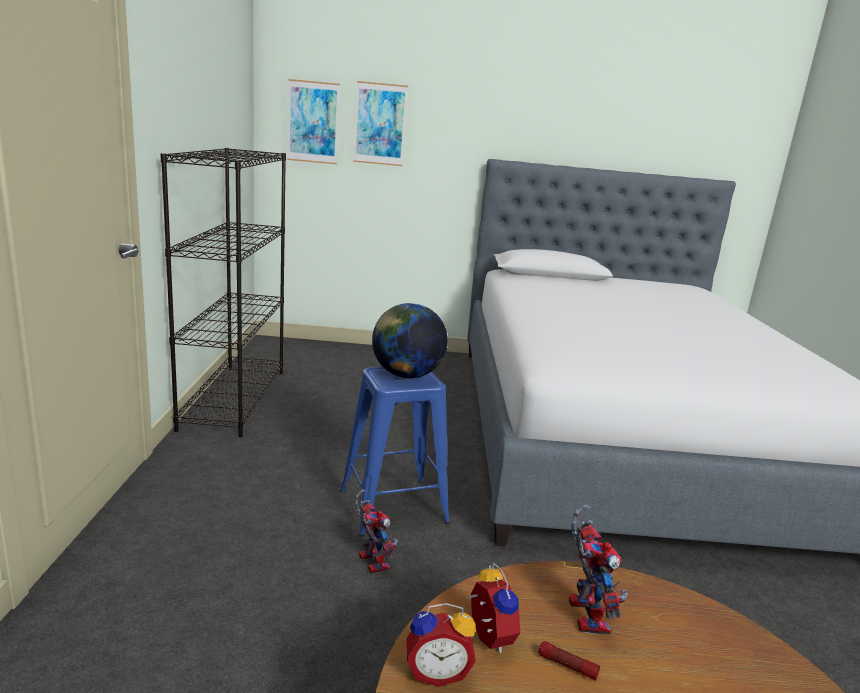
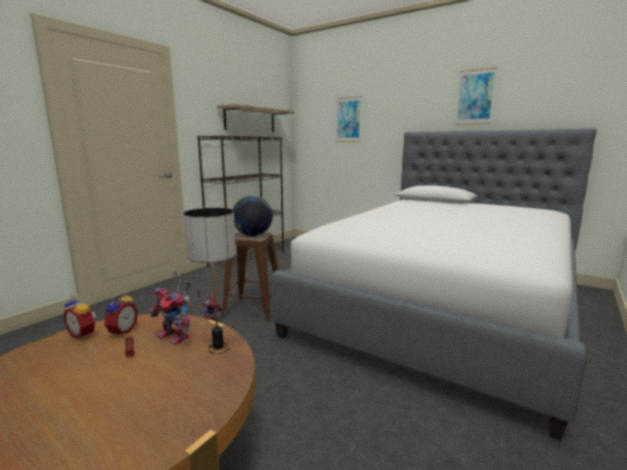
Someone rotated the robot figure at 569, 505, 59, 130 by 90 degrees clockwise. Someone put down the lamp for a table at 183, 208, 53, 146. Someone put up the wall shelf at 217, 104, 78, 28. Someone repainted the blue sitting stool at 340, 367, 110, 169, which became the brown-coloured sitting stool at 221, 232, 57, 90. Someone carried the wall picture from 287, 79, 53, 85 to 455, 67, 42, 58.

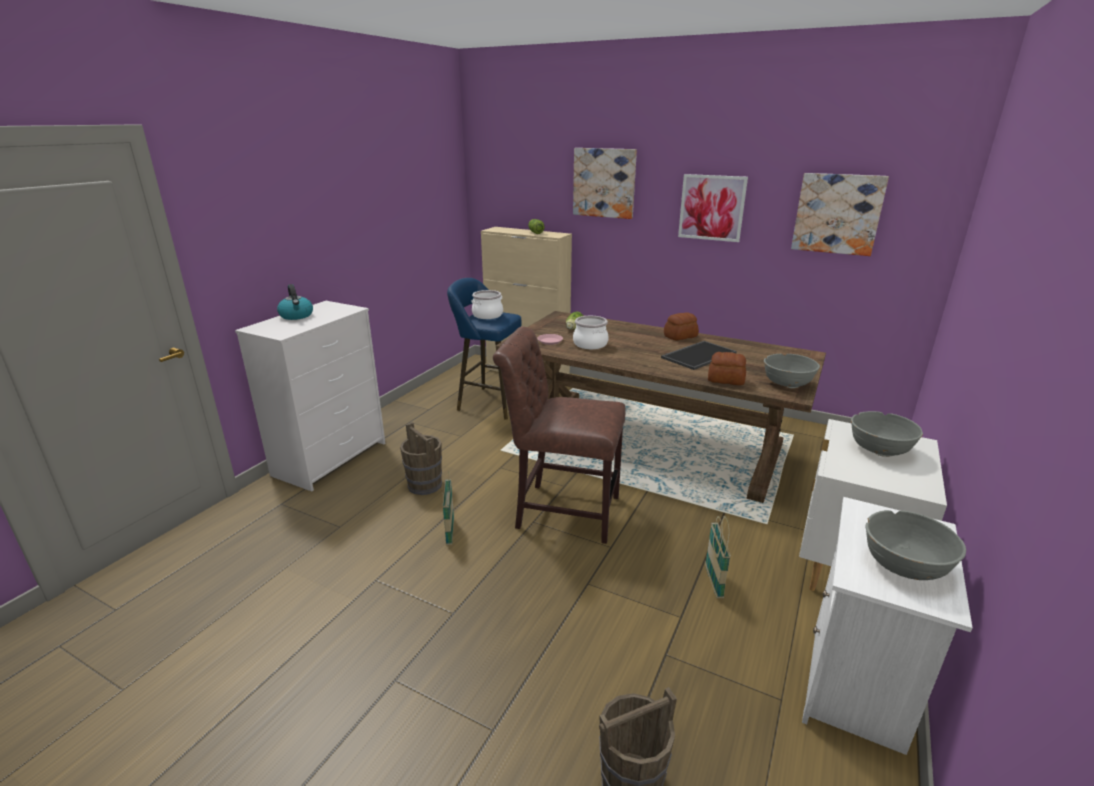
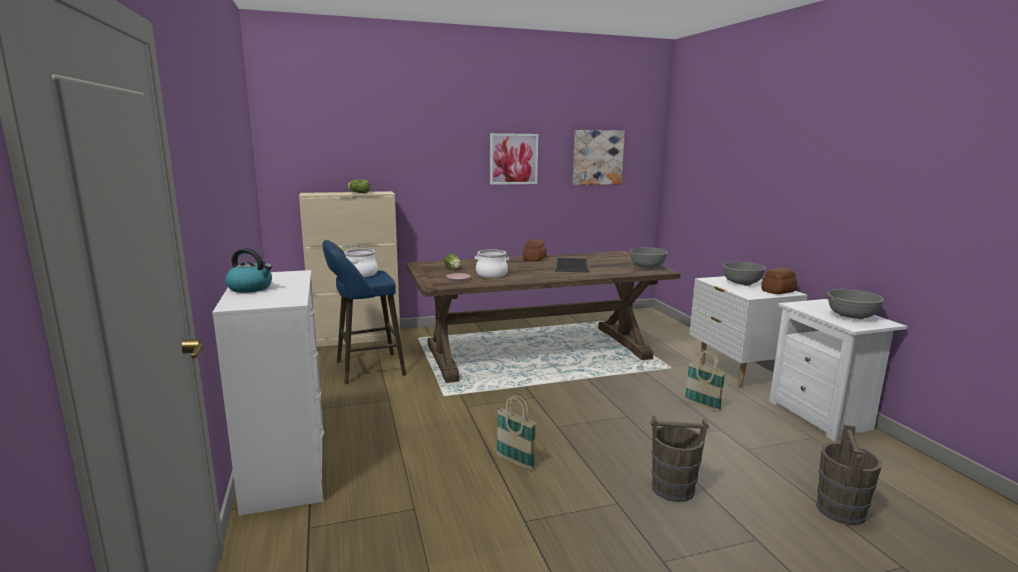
Someone carried the brown-coloured water bucket from 400, 422, 42, 73 to 651, 416, 58, 86. Someone carried the bread from 708, 352, 38, 33 to 761, 268, 37, 26. Someone took away the brown-coloured upright chair at 493, 327, 132, 217. Someone took away the wall picture at 573, 148, 64, 71.

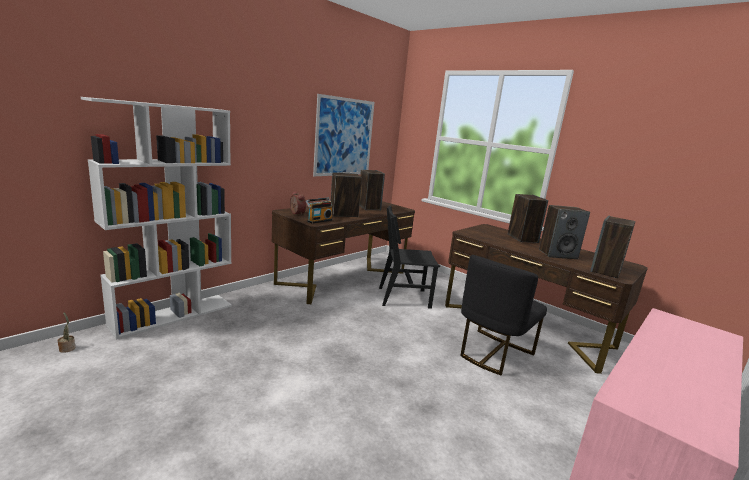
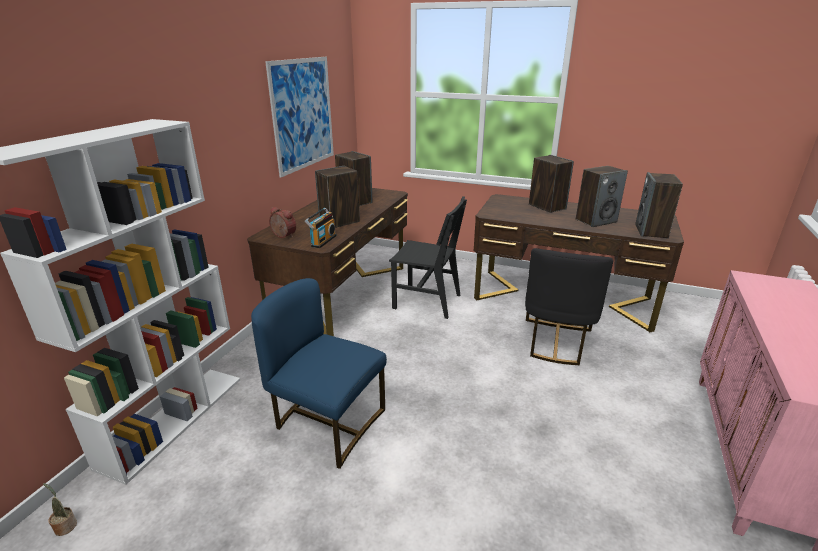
Someone put down the blue upright chair at 251, 278, 136, 191. Someone rotated the black upright chair at 379, 206, 61, 103 by 135 degrees counterclockwise.

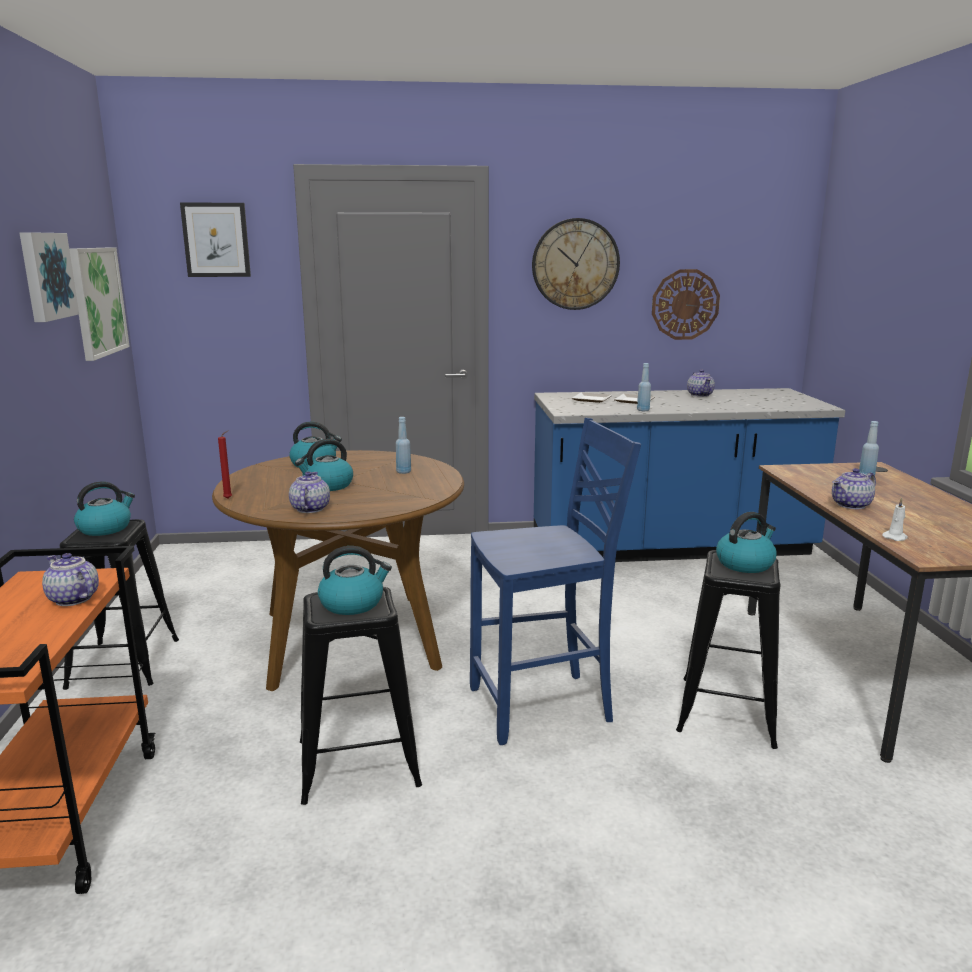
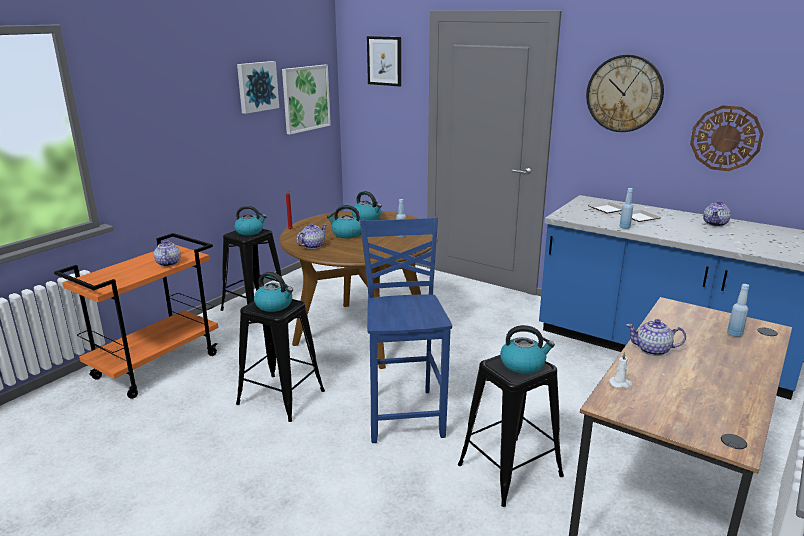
Someone rotated the blue upright chair at 470, 418, 171, 327 by 120 degrees counterclockwise.

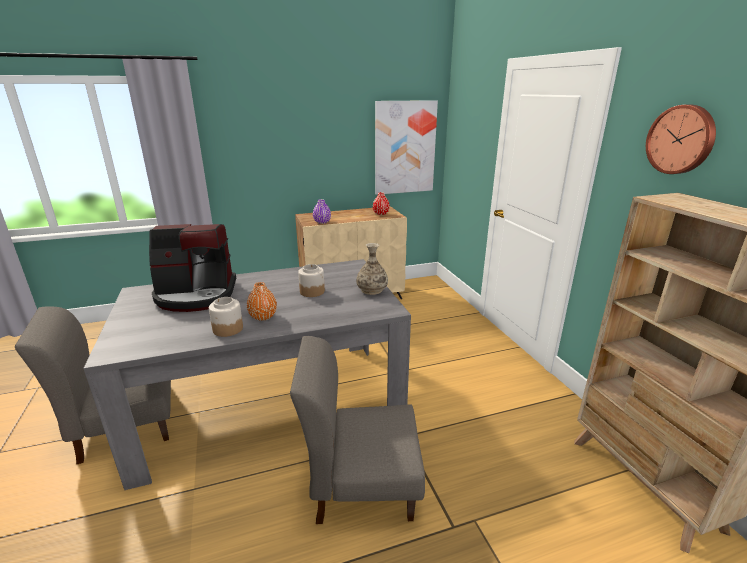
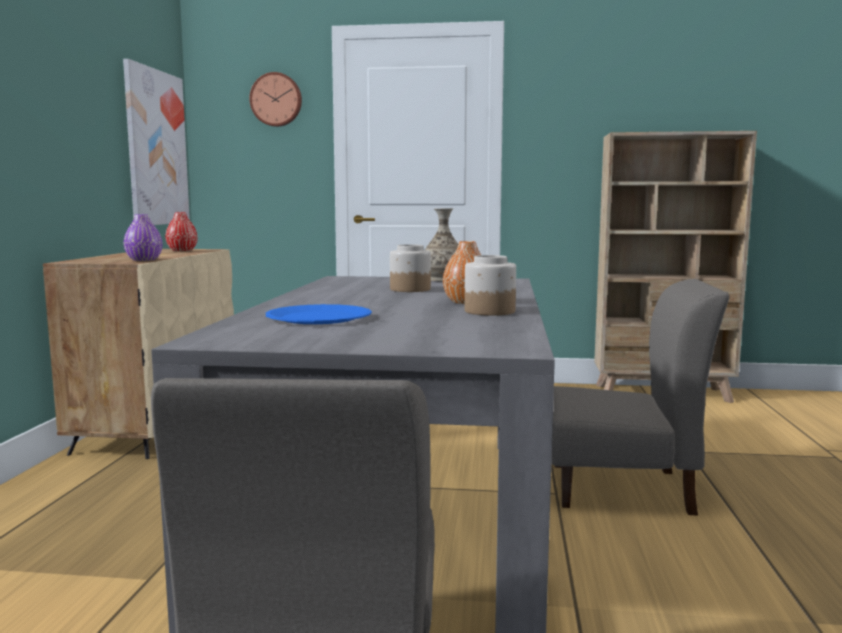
Someone carried the clock on the wall from 646, 105, 70, 69 to 249, 72, 53, 55. Someone swapped the coffee brewer at 149, 224, 87, 88 for the blue plate at 266, 304, 106, 20. Someone rotated the greyish upright chair at 290, 336, 135, 188 by 105 degrees counterclockwise.

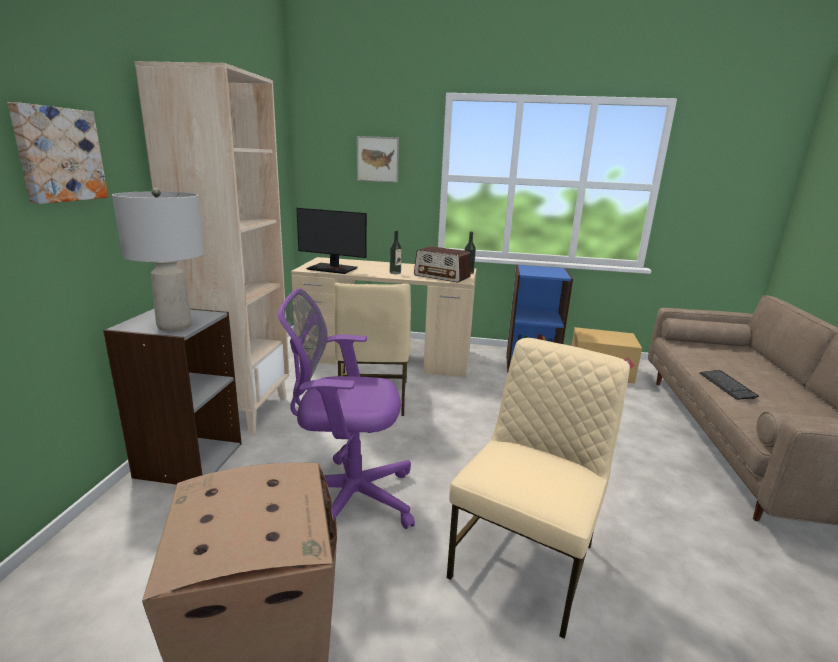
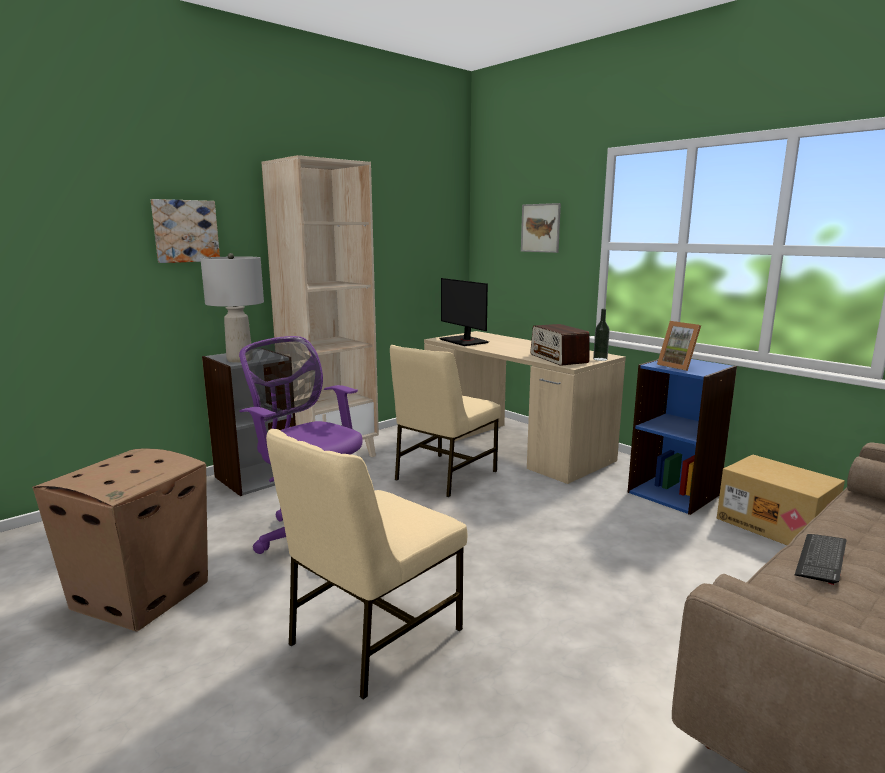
Someone rotated the beige upright chair at 447, 338, 183, 301 by 150 degrees clockwise. Someone put down the standing frame at 657, 321, 44, 50. Someone took away the bottle at 390, 230, 12, 44.

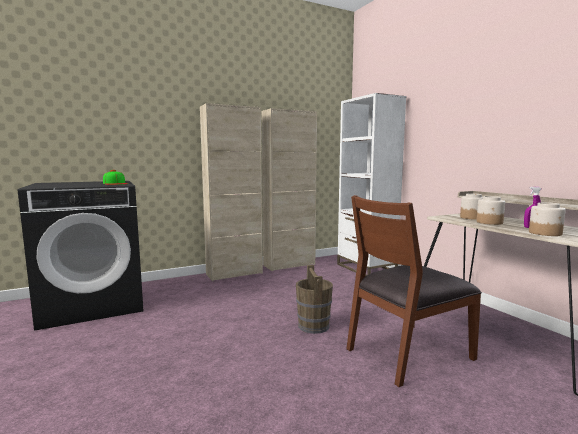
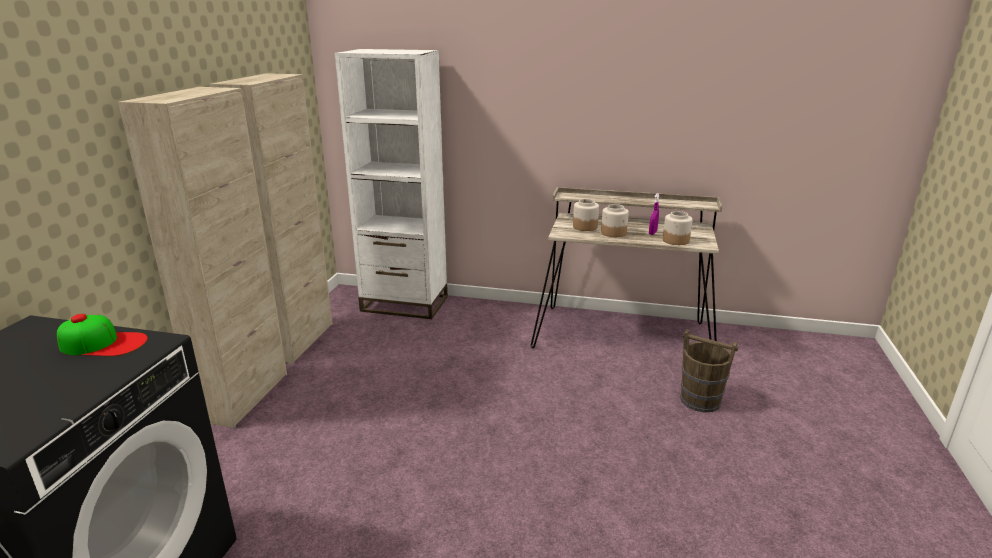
Someone carried the brown-coloured water bucket from 296, 265, 37, 69 to 680, 329, 58, 84. Someone took away the brown-coloured upright chair at 346, 195, 136, 192.

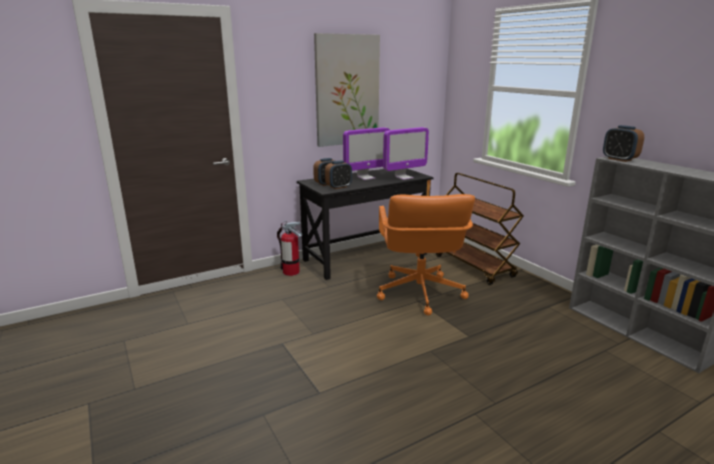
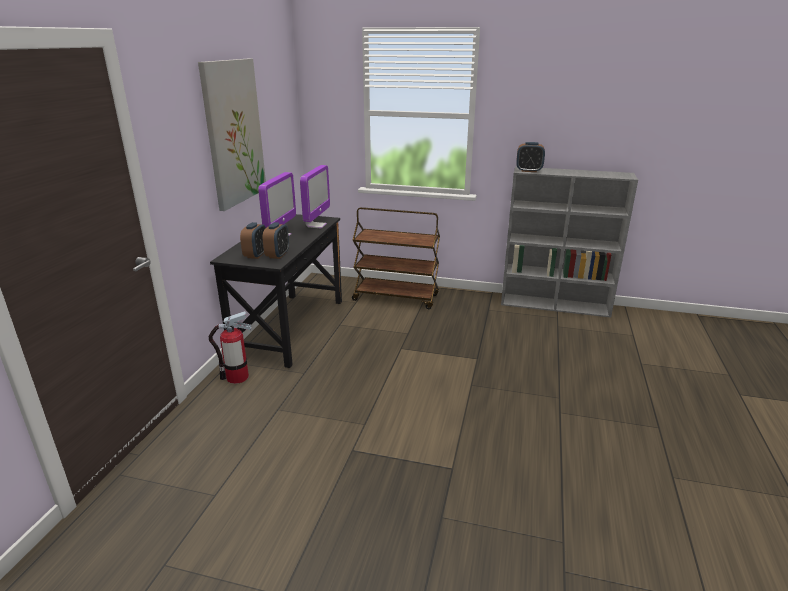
Someone took away the orange desk chair at 377, 194, 98, 121.

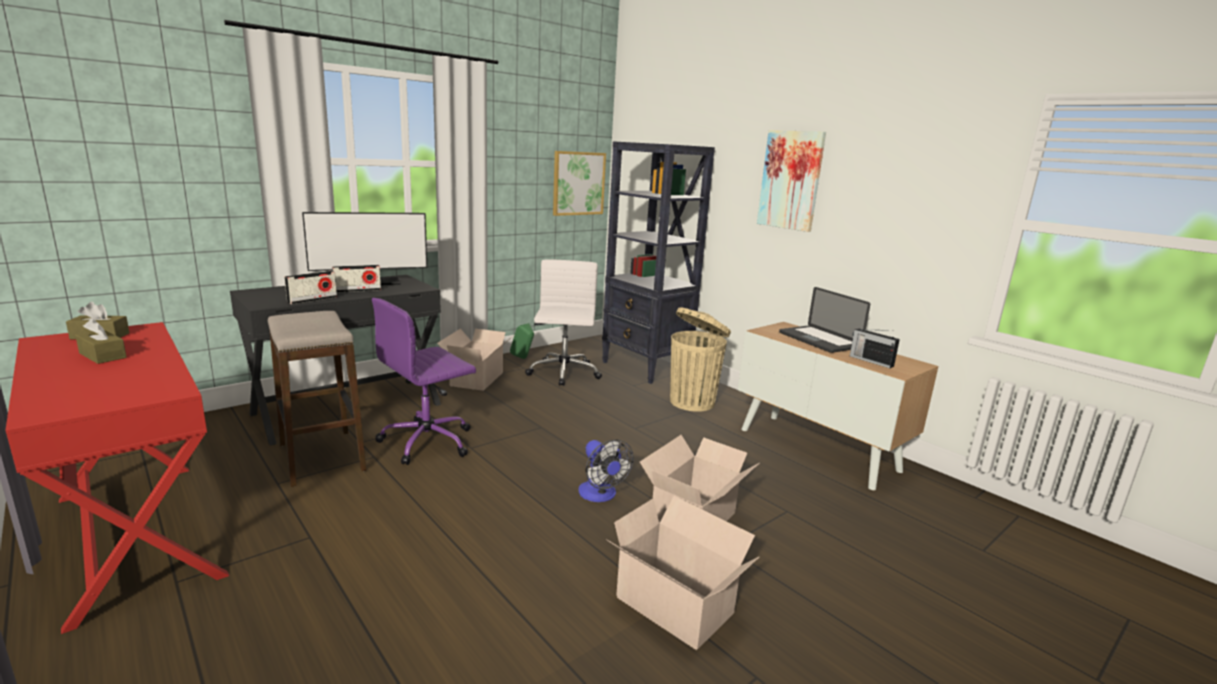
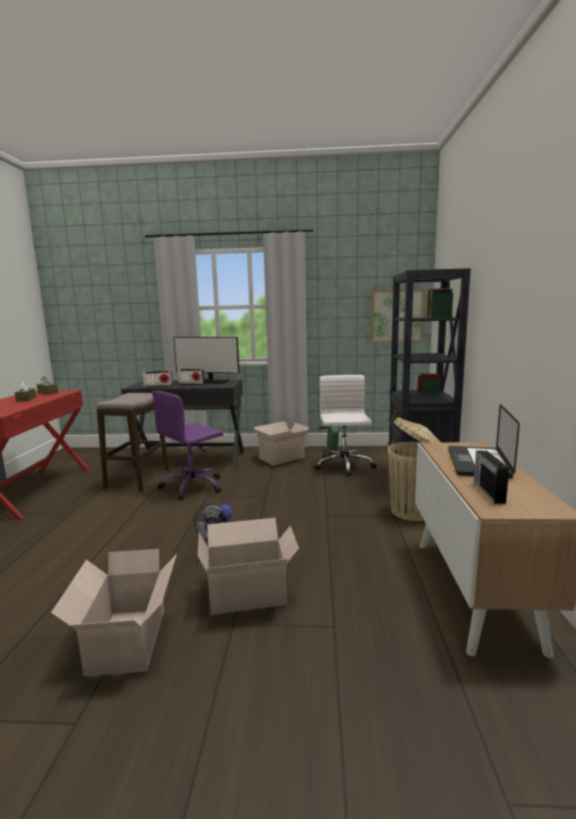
Someone rotated the purple-coloured desk chair at 372, 298, 104, 167 by 45 degrees counterclockwise. Someone rotated the whitish desk chair at 525, 259, 77, 127 by 45 degrees counterclockwise. Someone took away the wall picture at 757, 130, 69, 102.

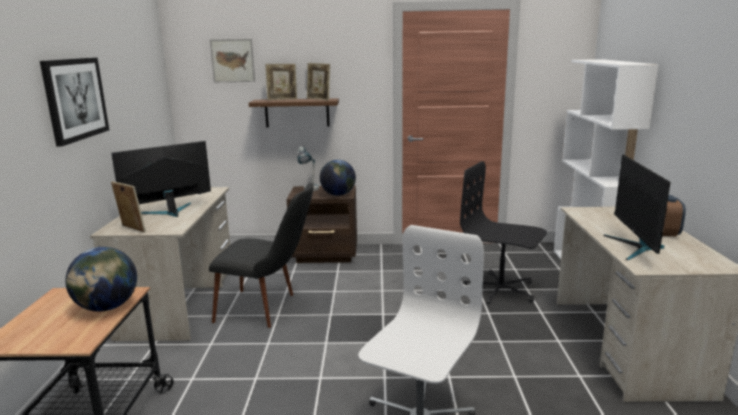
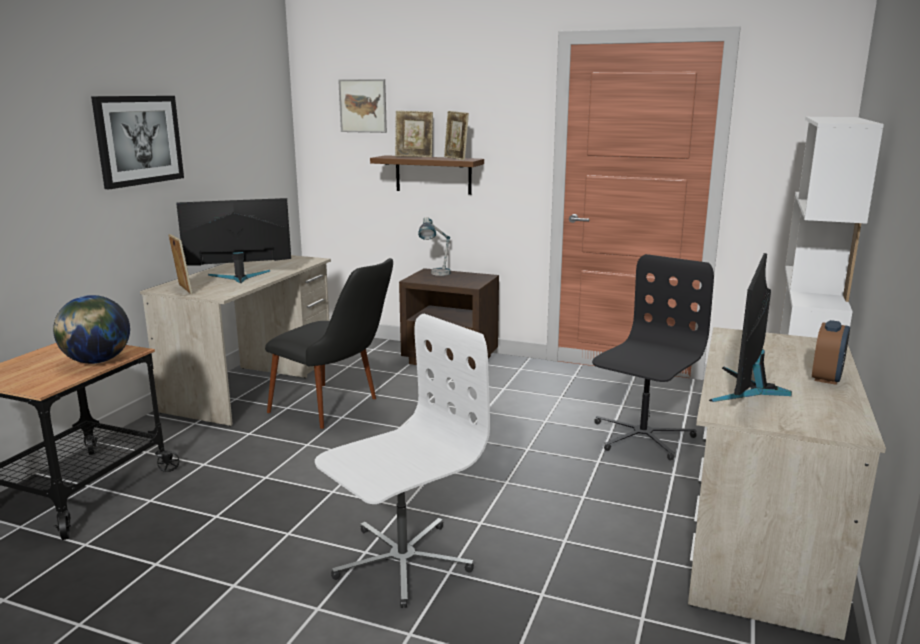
Someone rotated the black desk chair at 460, 161, 87, 143 by 75 degrees clockwise. Someone took away the desk globe at 320, 160, 36, 36.

